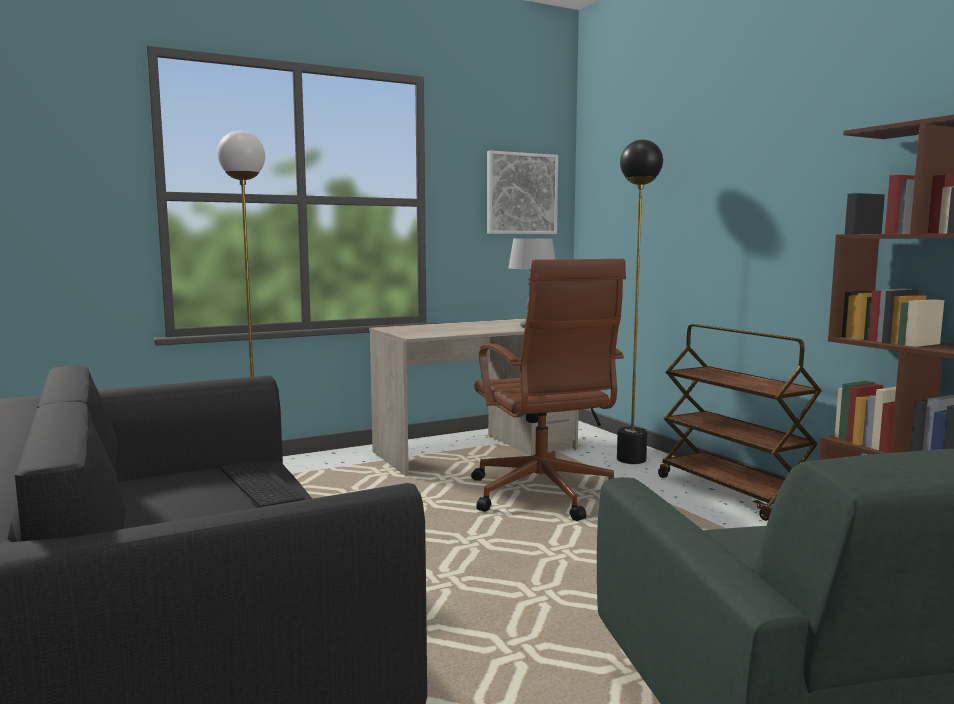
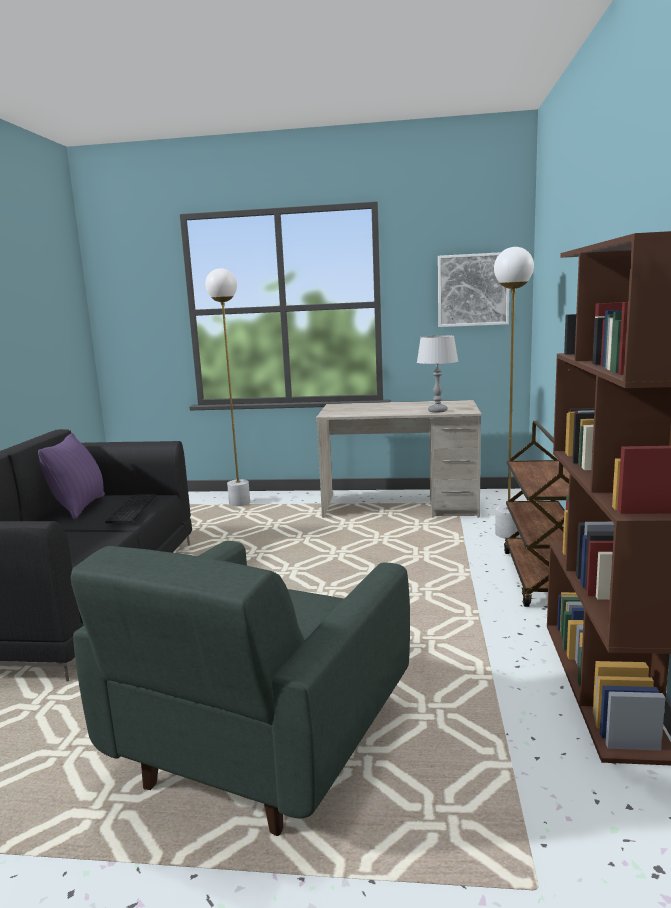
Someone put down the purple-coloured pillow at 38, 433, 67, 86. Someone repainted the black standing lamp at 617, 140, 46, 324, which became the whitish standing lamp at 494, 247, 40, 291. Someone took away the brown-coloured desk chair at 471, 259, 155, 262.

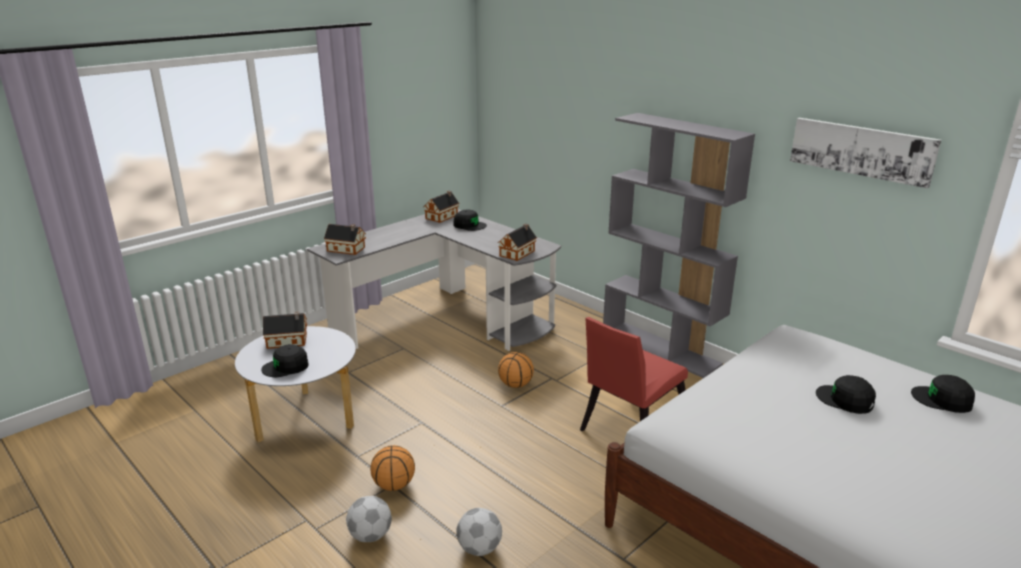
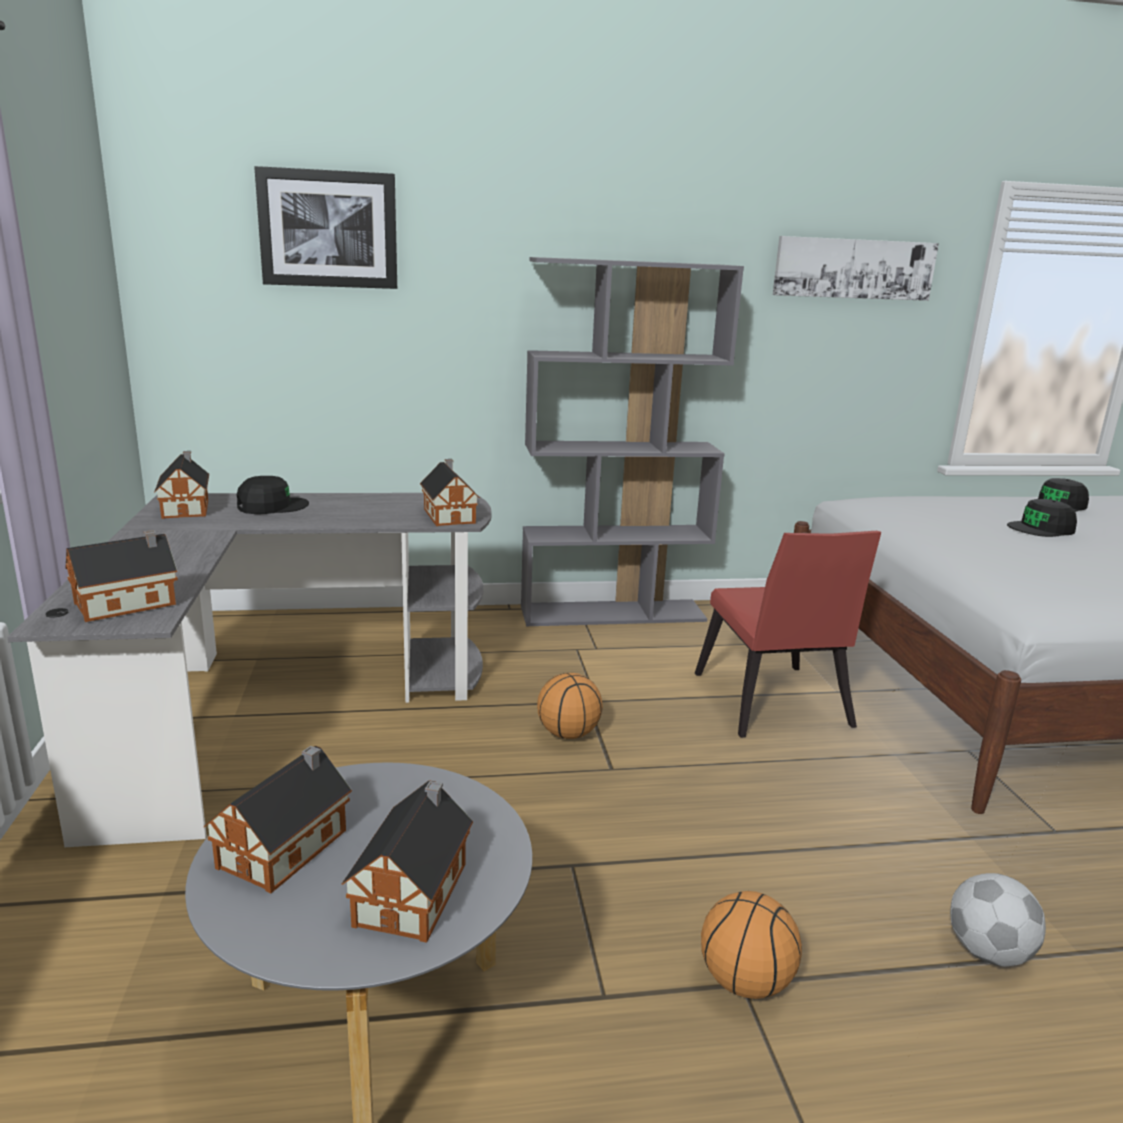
Someone put up the wall picture at 254, 166, 143, 123. Someone swapped the black peaked cap at 261, 344, 48, 33 for the toy house at 342, 780, 131, 163. Someone took away the ball for football at 346, 496, 46, 46.

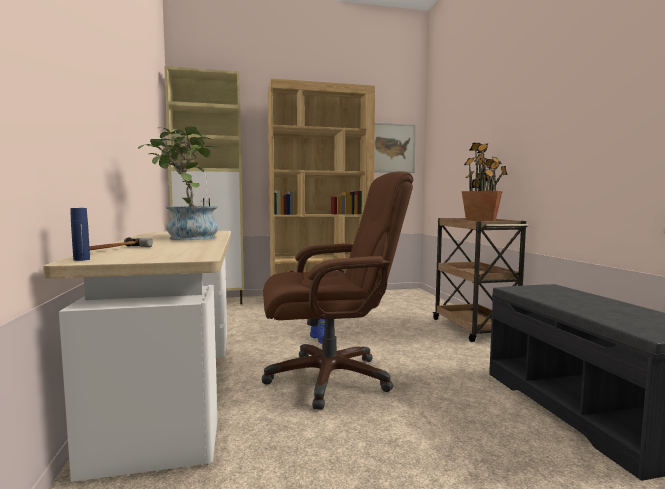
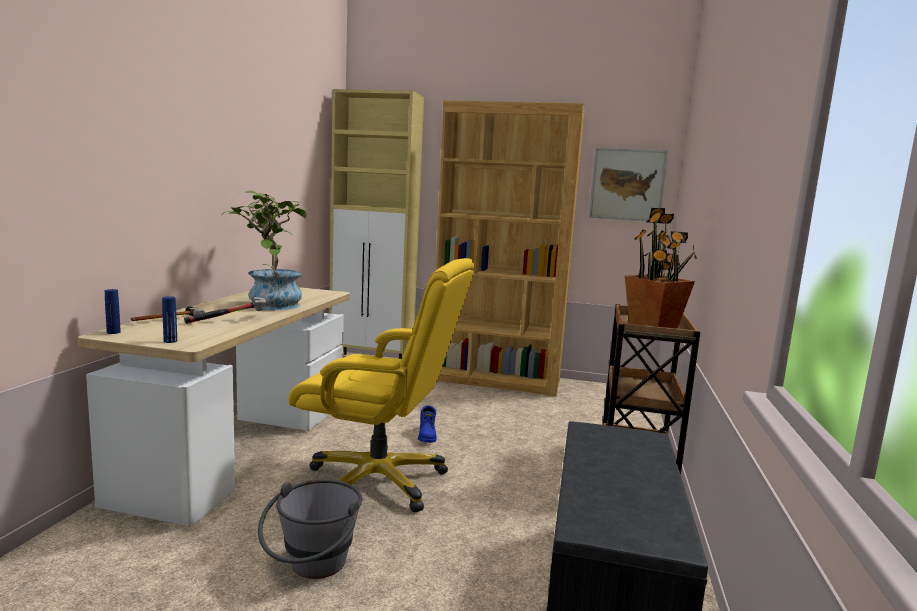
Someone put down the blue bottle at 162, 296, 15, 47. Someone put down the hammer at 184, 297, 83, 27. Someone put down the greyish water bucket at 258, 479, 104, 100. Someone repainted the brown-coloured desk chair at 262, 172, 151, 238, which became the yellowish desk chair at 288, 258, 187, 254.

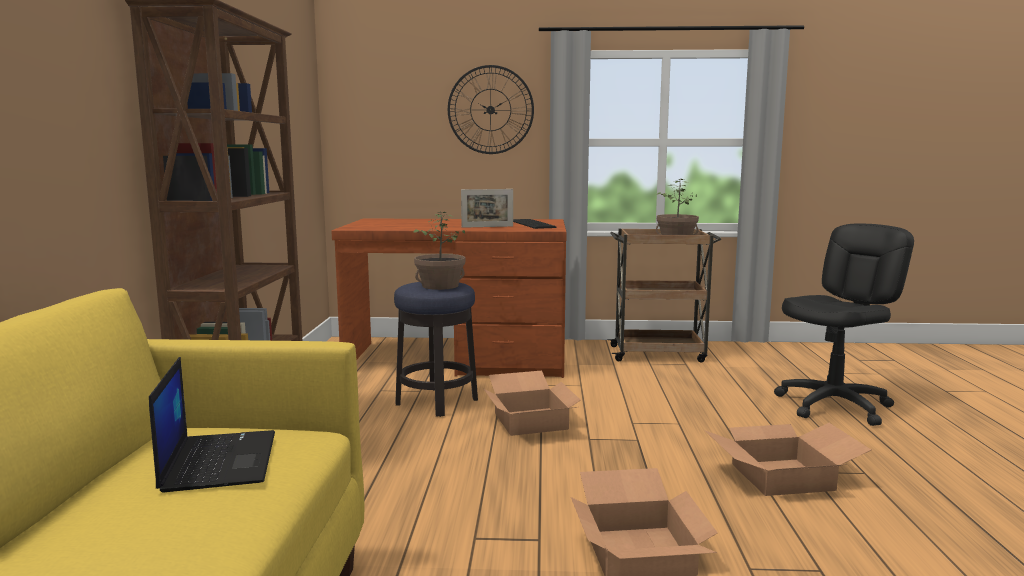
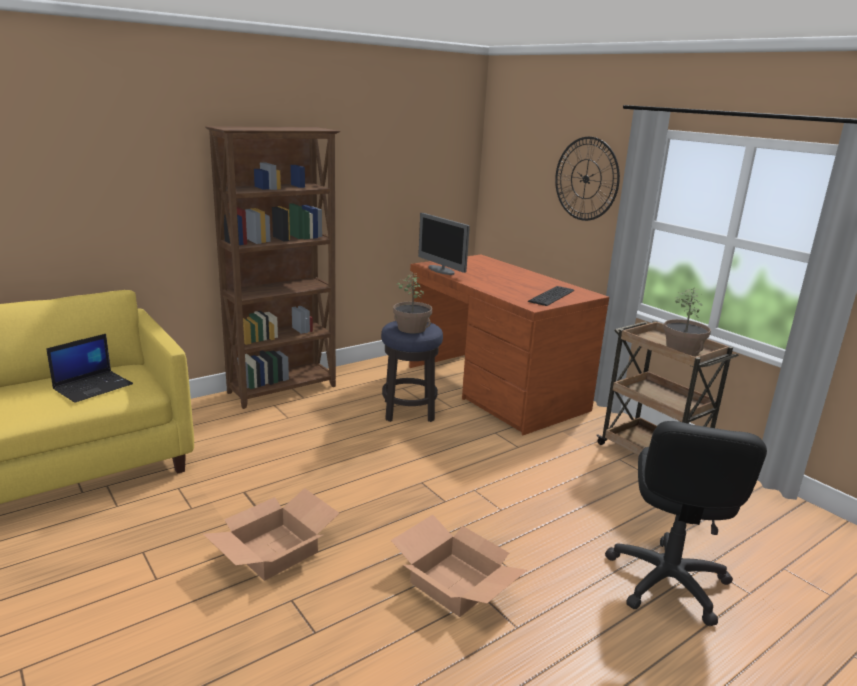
Someone put down the monitor at 418, 213, 52, 62. Someone rotated the black desk chair at 774, 224, 140, 202 by 90 degrees clockwise. Someone took away the standing frame at 461, 189, 52, 39. Someone took away the packing box at 484, 371, 96, 65.

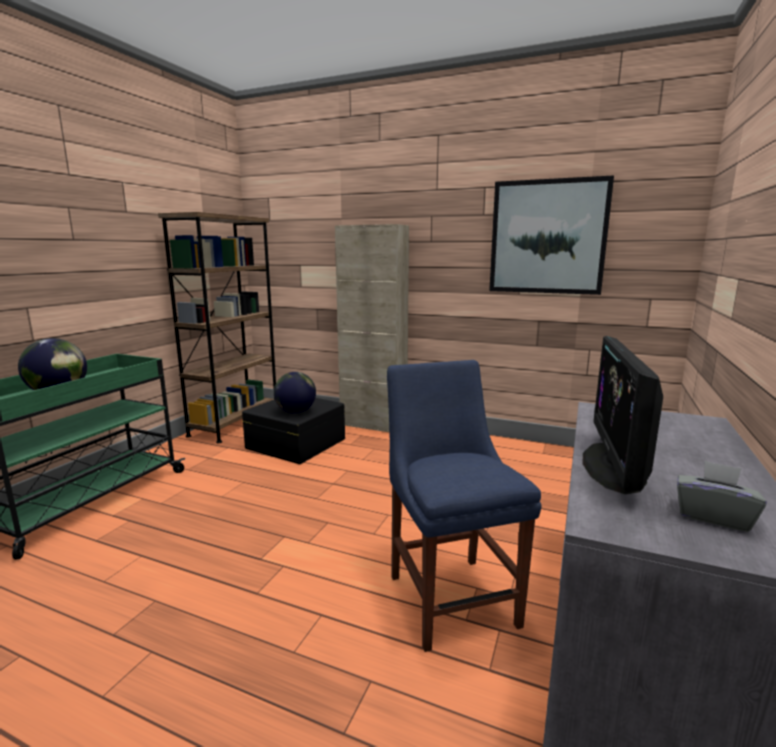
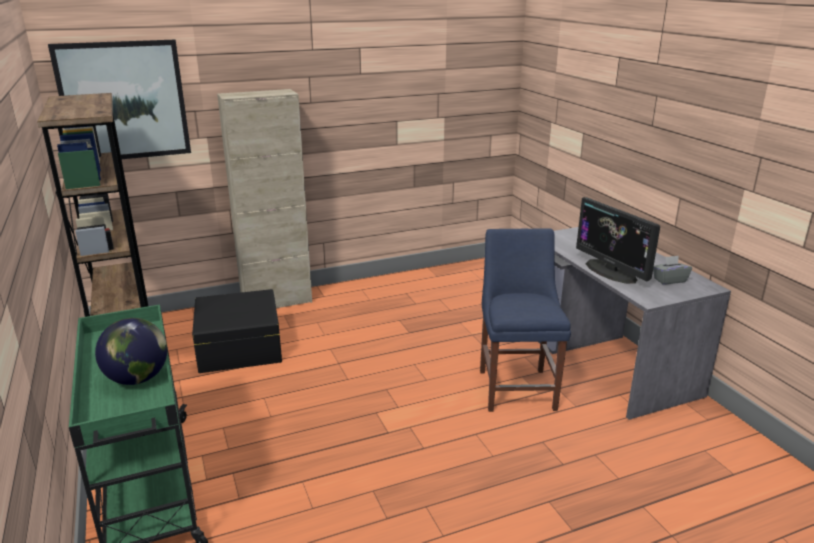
Someone carried the wall picture from 489, 175, 125, 120 to 48, 40, 143, 119. Someone rotated the blue upright chair at 387, 360, 154, 292 by 60 degrees clockwise. Someone took away the desk globe at 274, 372, 42, 41.

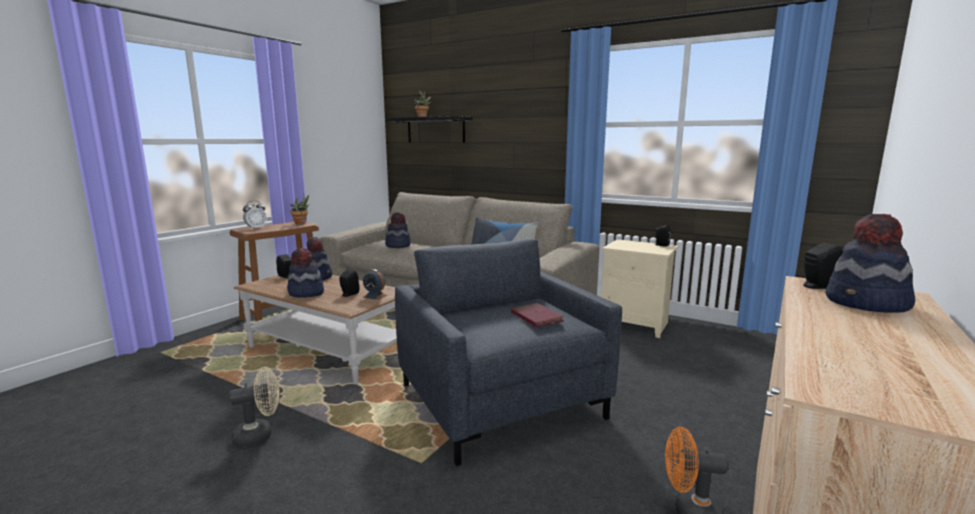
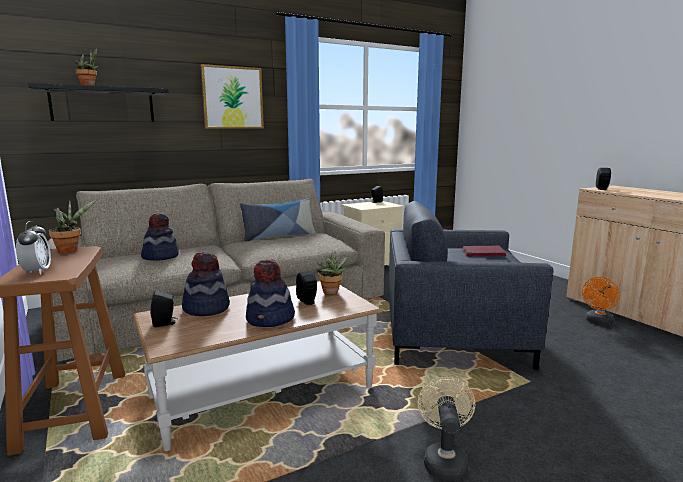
Someone put up the wall picture at 201, 64, 63, 65. Someone swapped the bedside clock at 362, 269, 25, 31 for the houseplant at 316, 252, 32, 43. Someone took away the hat at 825, 214, 90, 99.

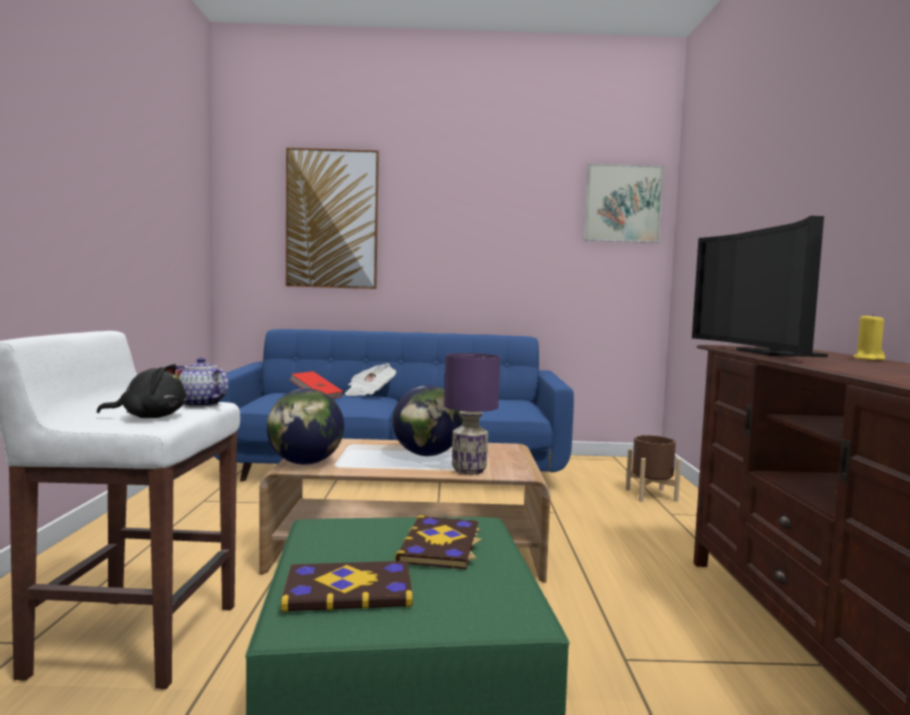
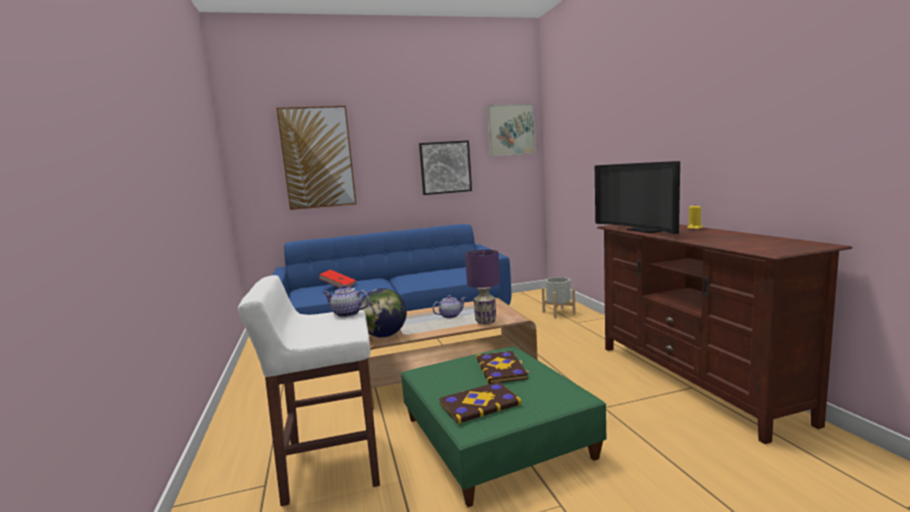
Someone put up the wall picture at 419, 140, 53, 55. Someone swapped the desk globe at 393, 385, 70, 71 for the pot for tea at 433, 295, 33, 23. Someone repainted the brown-coloured planter at 626, 435, 55, 67, which became the greyish planter at 542, 277, 34, 41. Someone took away the black plush toy at 97, 364, 89, 54. Someone took away the daily paper at 345, 363, 51, 33.

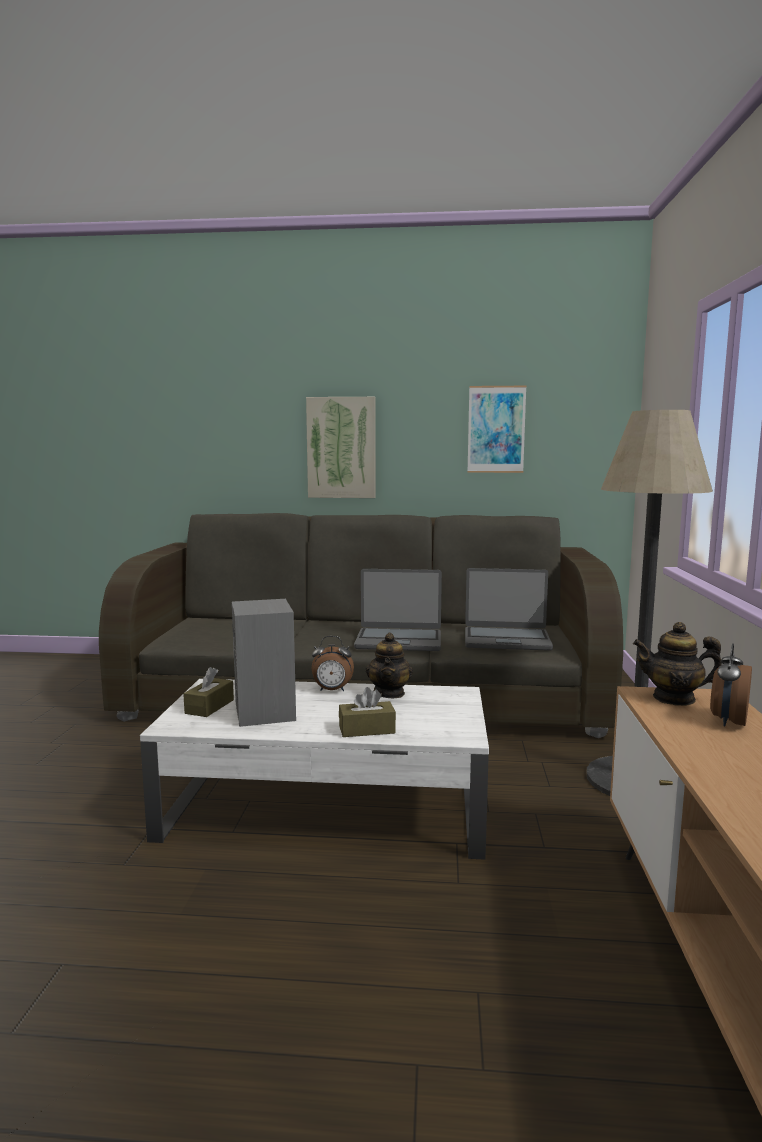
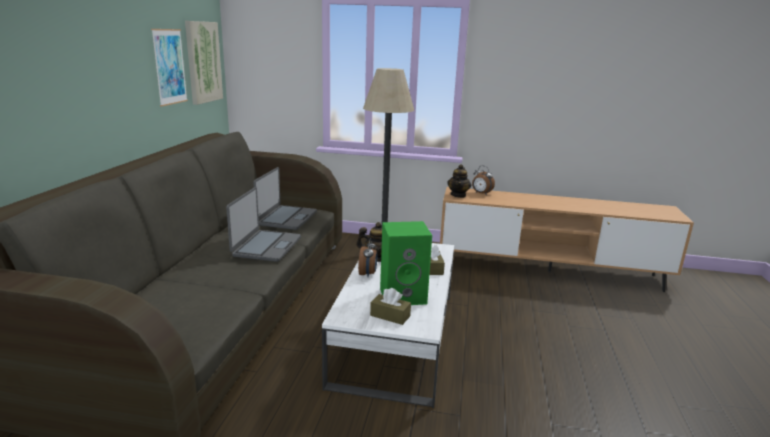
Someone carried the wall picture from 306, 397, 70, 101 to 185, 21, 38, 84. Someone repainted the greyish speaker at 232, 599, 64, 128, which became the green speaker at 380, 221, 52, 84.

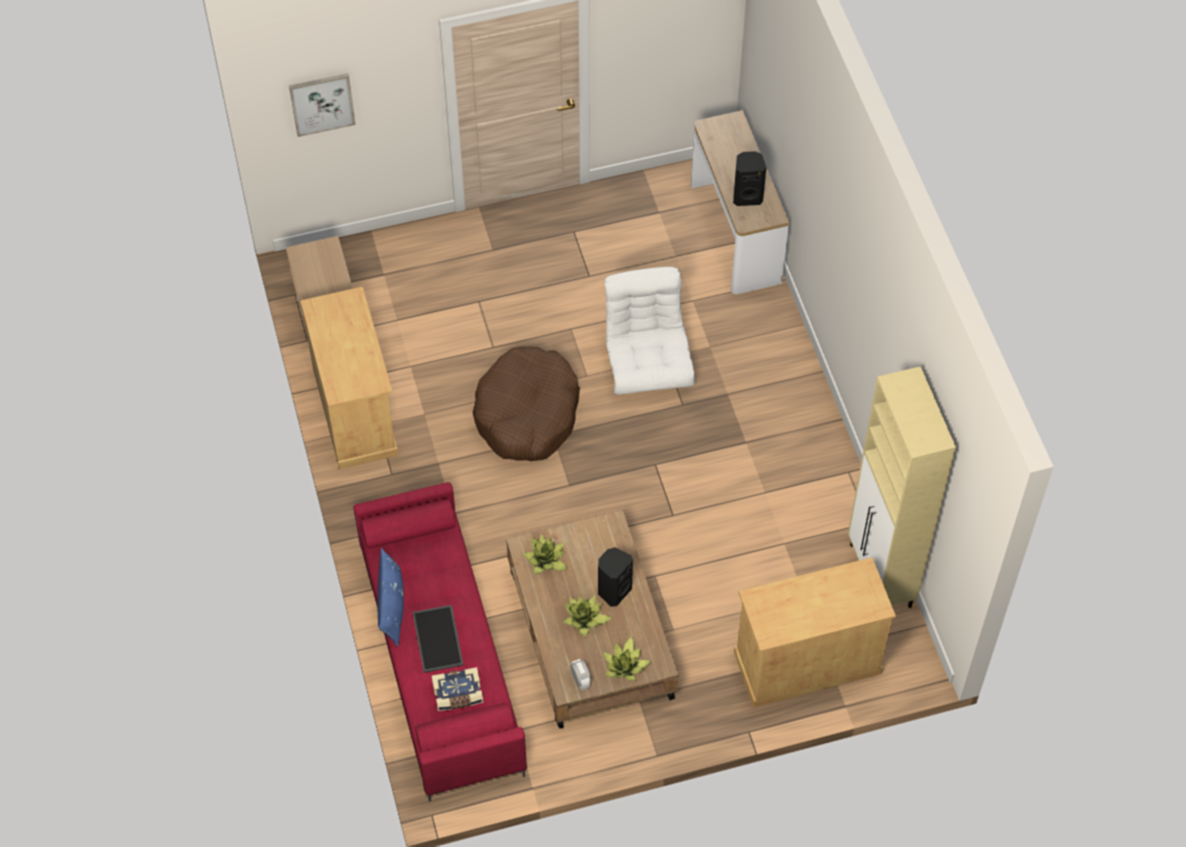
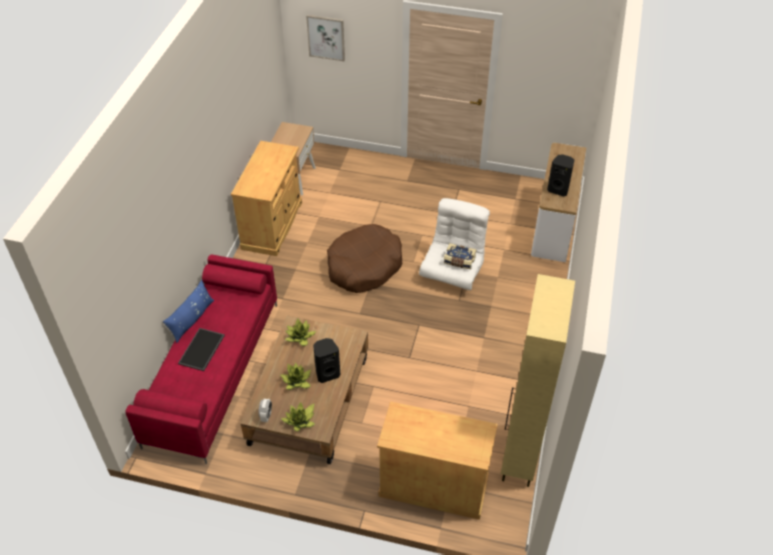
Someone carried the bound book from 432, 667, 51, 44 to 444, 243, 33, 26.

